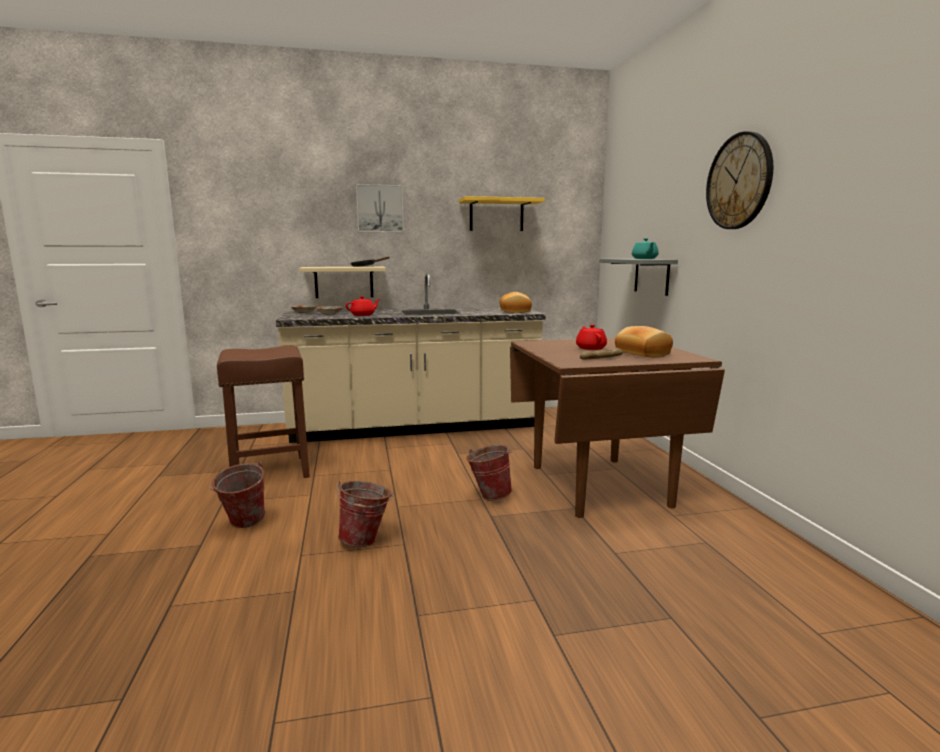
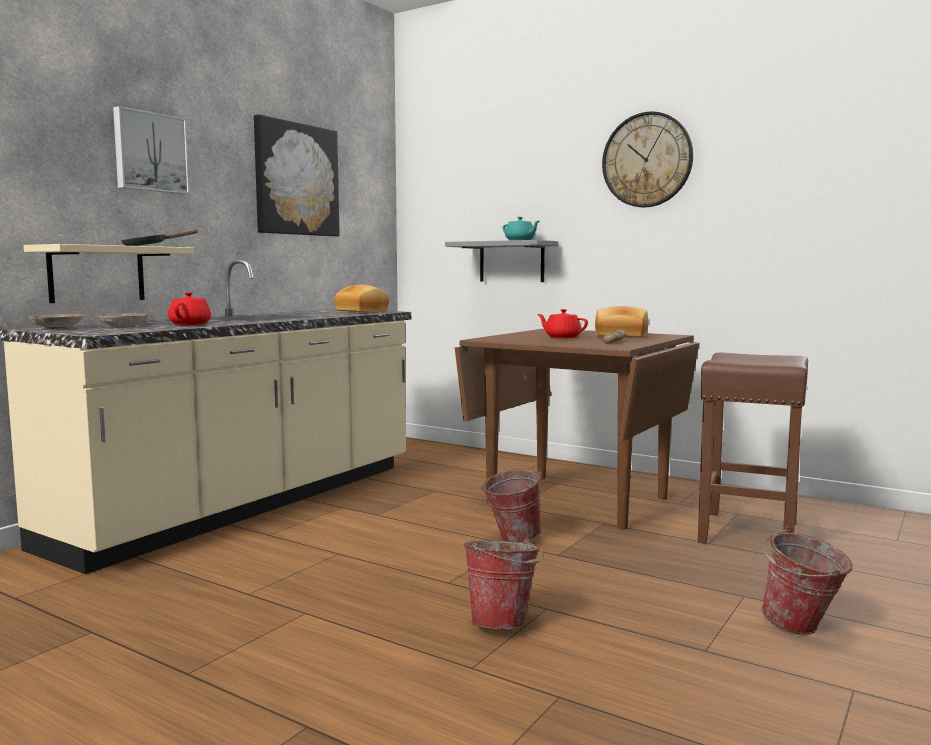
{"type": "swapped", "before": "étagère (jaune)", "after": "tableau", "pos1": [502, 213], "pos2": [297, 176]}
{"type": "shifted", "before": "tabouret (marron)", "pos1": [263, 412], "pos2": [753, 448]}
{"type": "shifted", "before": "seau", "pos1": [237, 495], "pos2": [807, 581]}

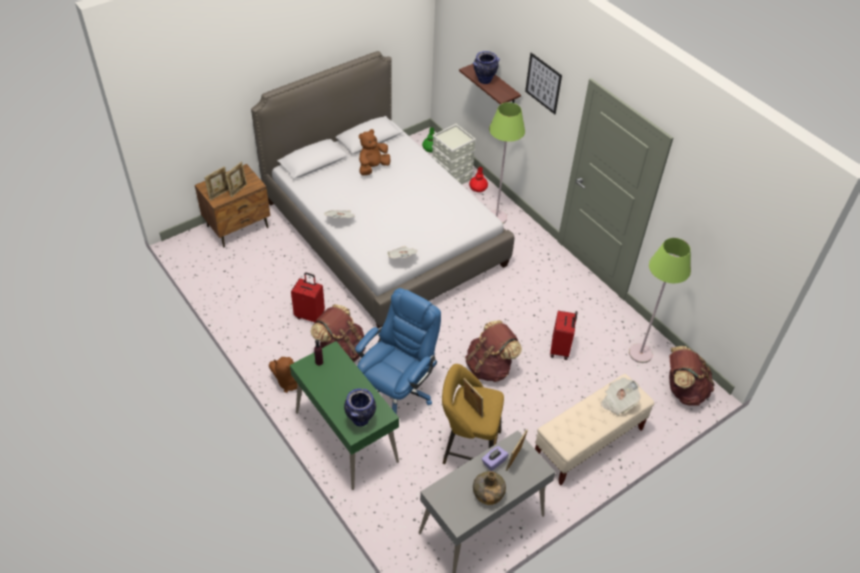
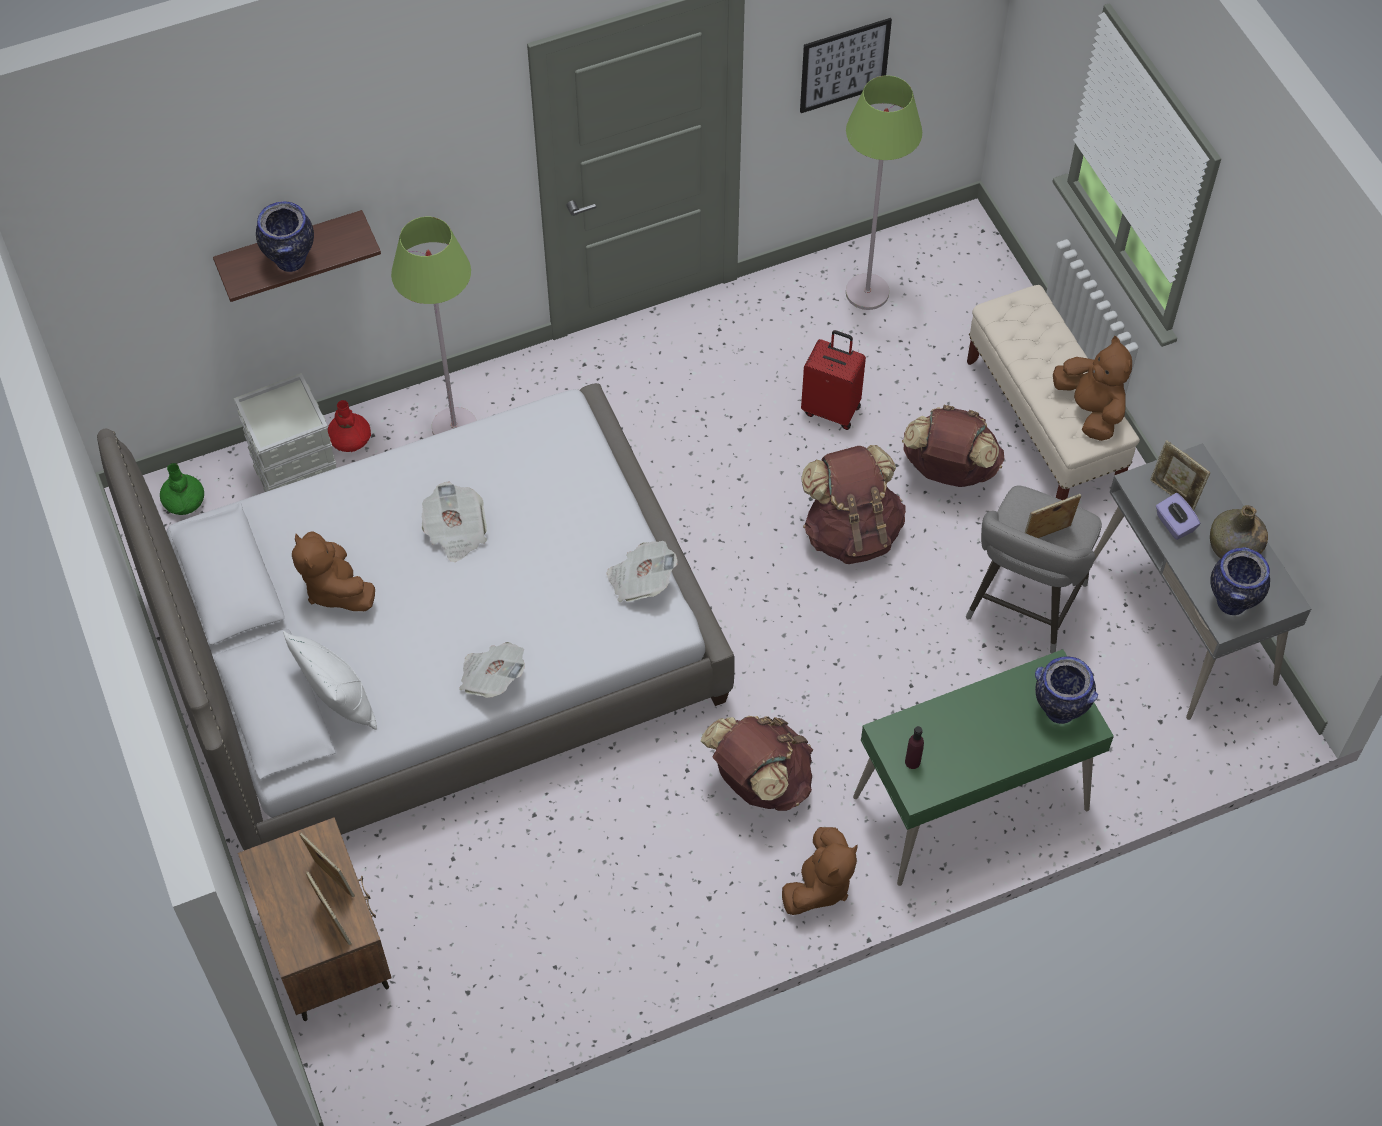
{"type": "new", "after": "coussin (blanc)", "pos2": [330, 680]}
{"type": "shifted", "before": "journal", "pos1": [620, 397], "pos2": [454, 522]}
{"type": "shifted", "before": "tableau", "pos1": [543, 83], "pos2": [846, 65]}
{"type": "shifted", "before": "sac à dos (marron)", "pos1": [691, 376], "pos2": [953, 446]}
{"type": "repainted", "before": "tabouret (jaune)", "after": "tabouret (gris)", "pos1": [473, 414], "pos2": [1034, 569]}
{"type": "new", "after": "peluche (marron)", "pos2": [1092, 388]}
{"type": "new", "after": "vase", "pos2": [1240, 581]}
{"type": "gone", "before": "valise (rouge)", "pos1": [308, 297]}
{"type": "gone", "before": "chaise de bureau (bleu)", "pos1": [398, 351]}

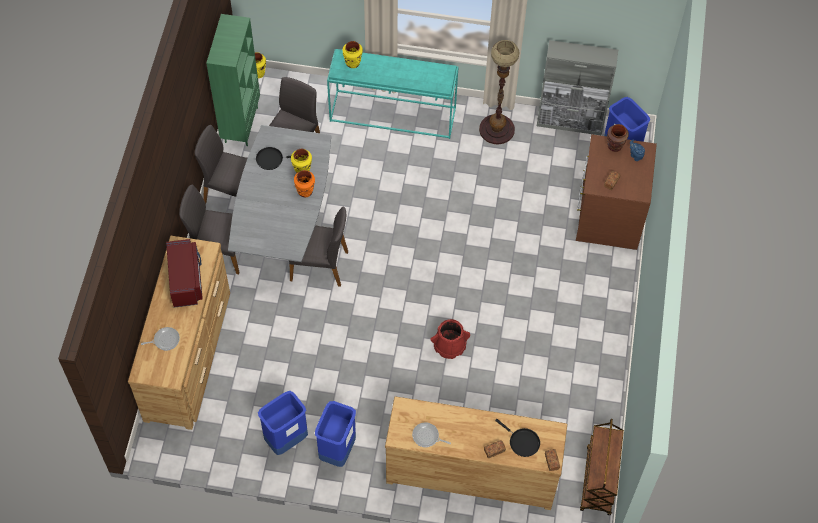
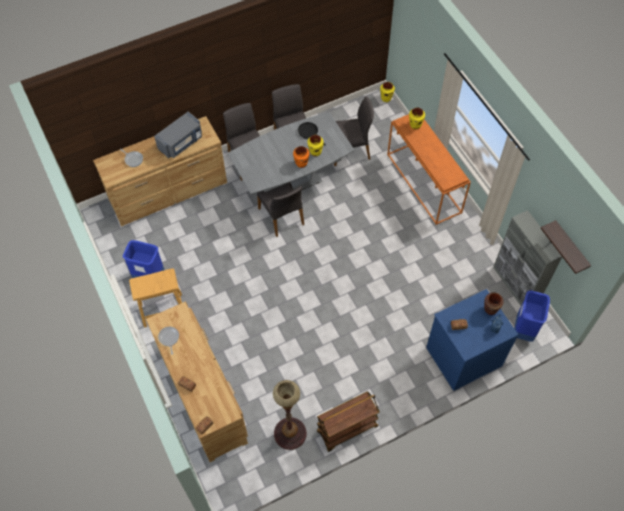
{"type": "swapped", "before": "poubelle (bleu)", "after": "tabouret (beige)", "pos1": [335, 434], "pos2": [155, 298]}
{"type": "repainted", "before": "micro-ondes (rouge)", "after": "micro-ondes (gris)", "pos1": [184, 273], "pos2": [178, 134]}
{"type": "shifted", "before": "lampadaire", "pos1": [499, 92], "pos2": [290, 415]}
{"type": "shifted", "before": "chariot (marron)", "pos1": [602, 467], "pos2": [347, 422]}
{"type": "repainted", "before": "table console (turquoise)", "after": "table console (orange)", "pos1": [392, 94], "pos2": [429, 169]}
{"type": "repainted", "before": "commode (marron)", "after": "commode (bleu)", "pos1": [616, 192], "pos2": [472, 340]}
{"type": "new", "after": "étagère", "pos2": [566, 247]}
{"type": "gone", "before": "bibliothèque (vert)", "pos1": [233, 80]}
{"type": "gone", "before": "seau (rouge)", "pos1": [450, 339]}
{"type": "gone", "before": "poêle (noir)", "pos1": [517, 438]}

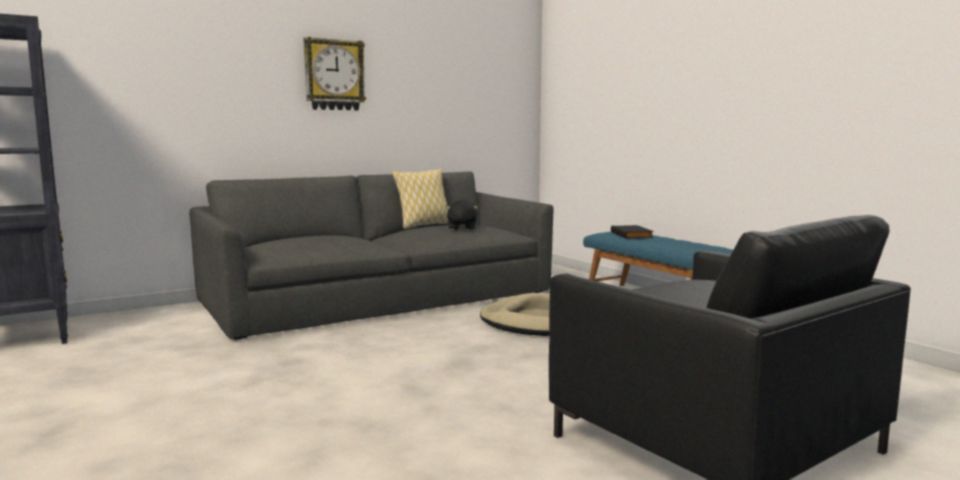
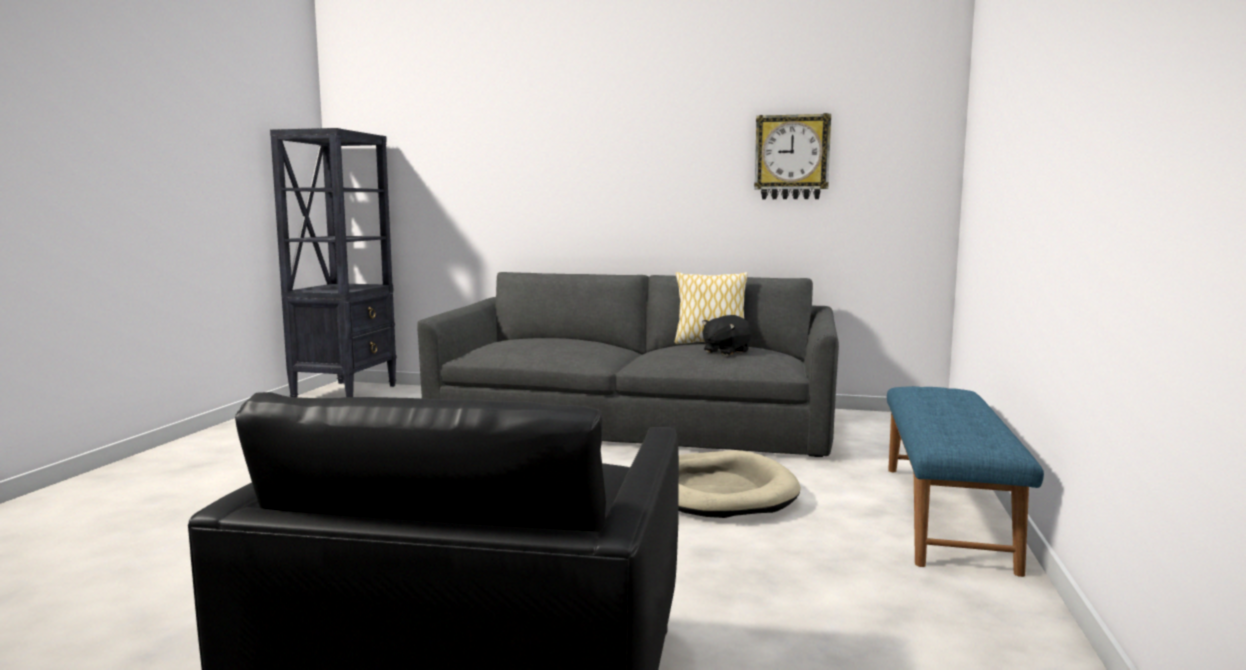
{"type": "shifted", "before": "horloge murale", "pos1": [334, 73], "pos2": [792, 156]}
{"type": "gone", "before": "livre (noir)", "pos1": [632, 232]}

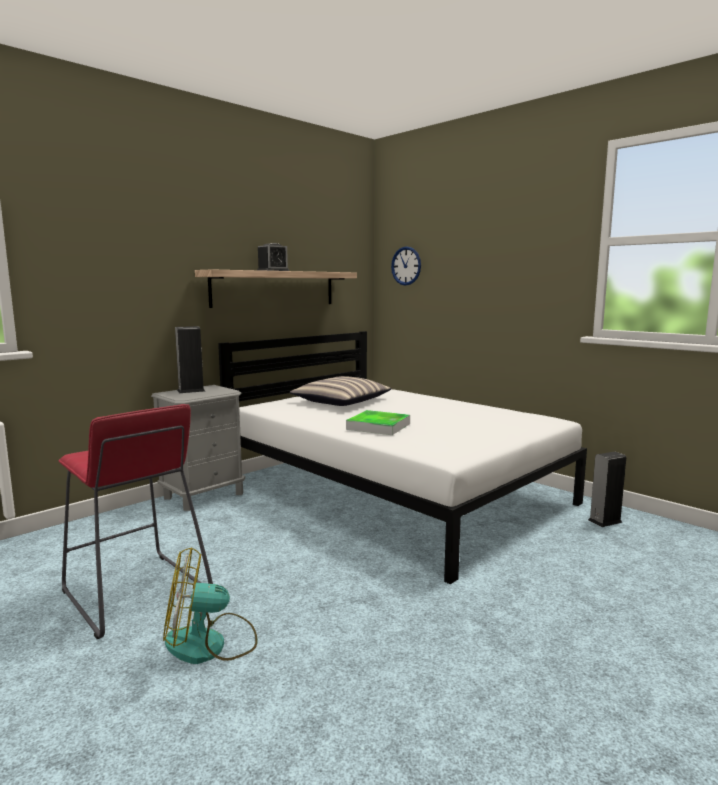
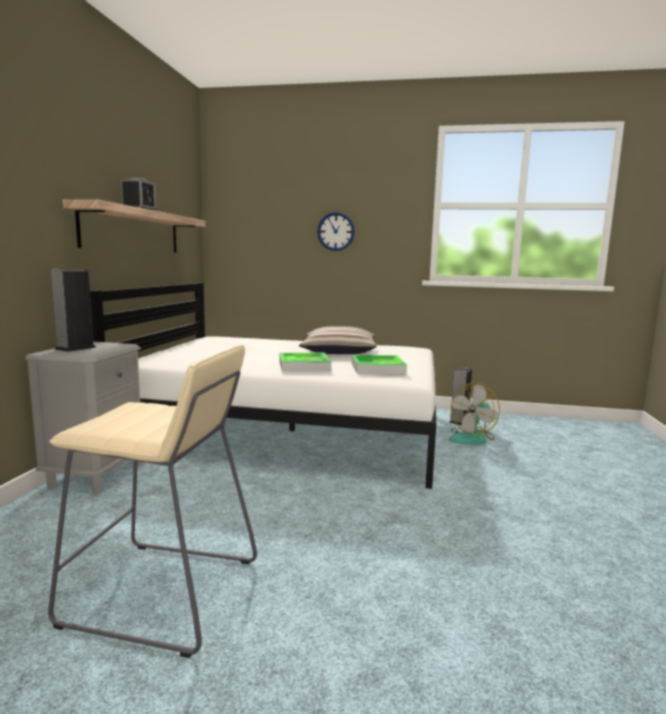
{"type": "repainted", "before": "tabouret (rouge)", "after": "tabouret (beige)", "pos1": [135, 521], "pos2": [152, 501]}
{"type": "shifted", "before": "coussin", "pos1": [341, 391], "pos2": [338, 340]}
{"type": "shifted", "before": "horloge murale", "pos1": [406, 266], "pos2": [336, 231]}
{"type": "new", "after": "plateau", "pos2": [379, 364]}
{"type": "shifted", "before": "ventilateur", "pos1": [210, 605], "pos2": [474, 414]}

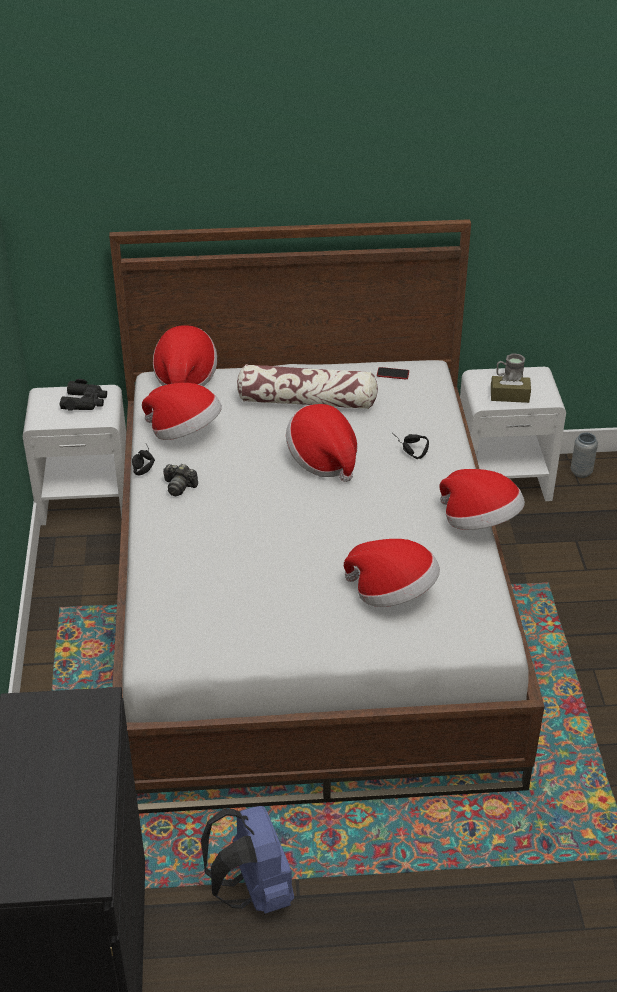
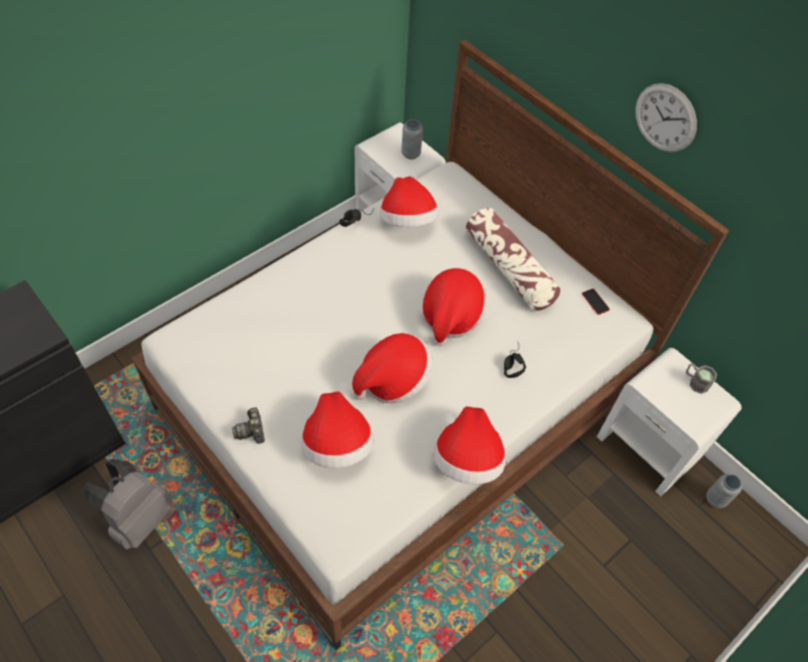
{"type": "repainted", "before": "sac à dos (bleu)", "after": "sac à dos (gris)", "pos1": [247, 860], "pos2": [128, 504]}
{"type": "shifted", "before": "appareil photo", "pos1": [180, 480], "pos2": [248, 425]}
{"type": "shifted", "before": "chapeau", "pos1": [185, 355], "pos2": [392, 368]}
{"type": "swapped", "before": "jumelles (noir)", "after": "vase (gris)", "pos1": [83, 394], "pos2": [412, 139]}
{"type": "new", "after": "horloge murale", "pos2": [666, 117]}
{"type": "gone", "before": "boîte à mouchoirs (marron)", "pos1": [511, 386]}

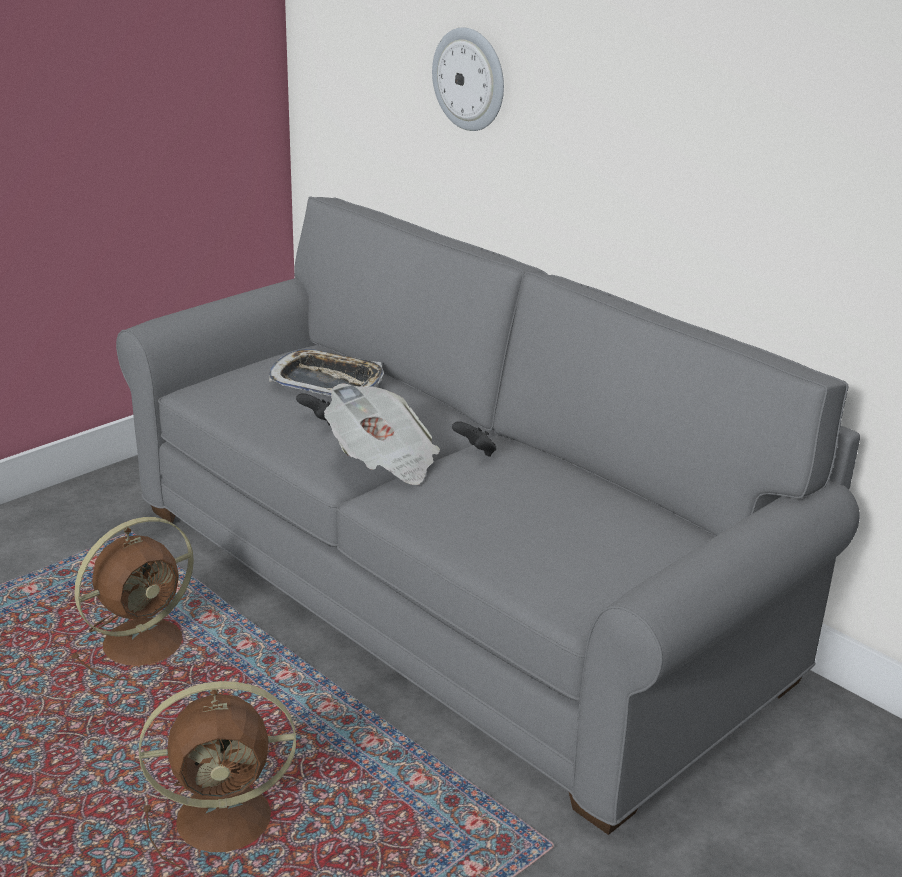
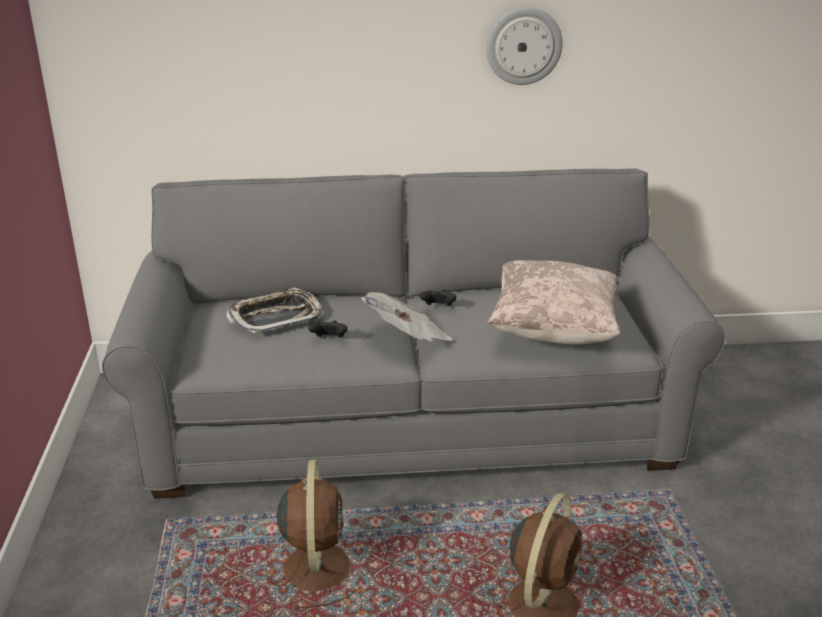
{"type": "shifted", "before": "horloge murale", "pos1": [468, 79], "pos2": [525, 46]}
{"type": "new", "after": "coussin (beige)", "pos2": [554, 302]}

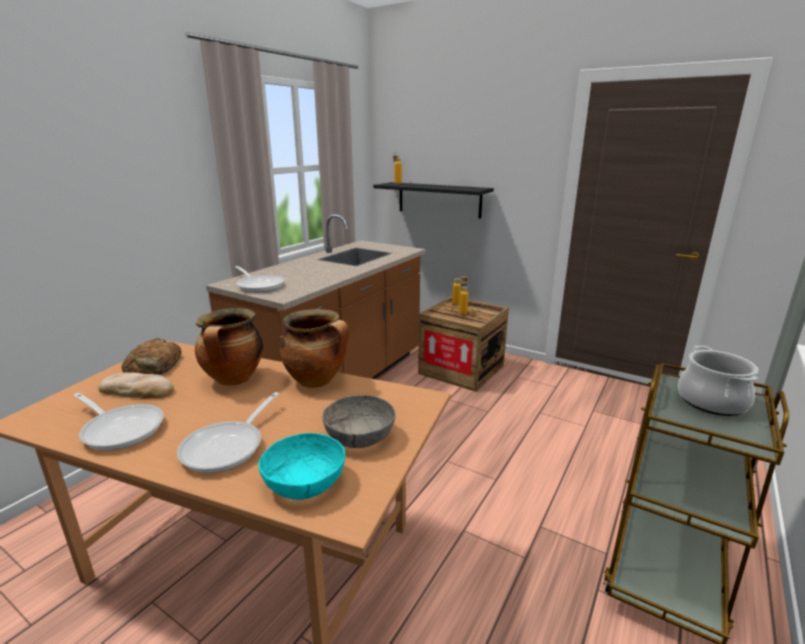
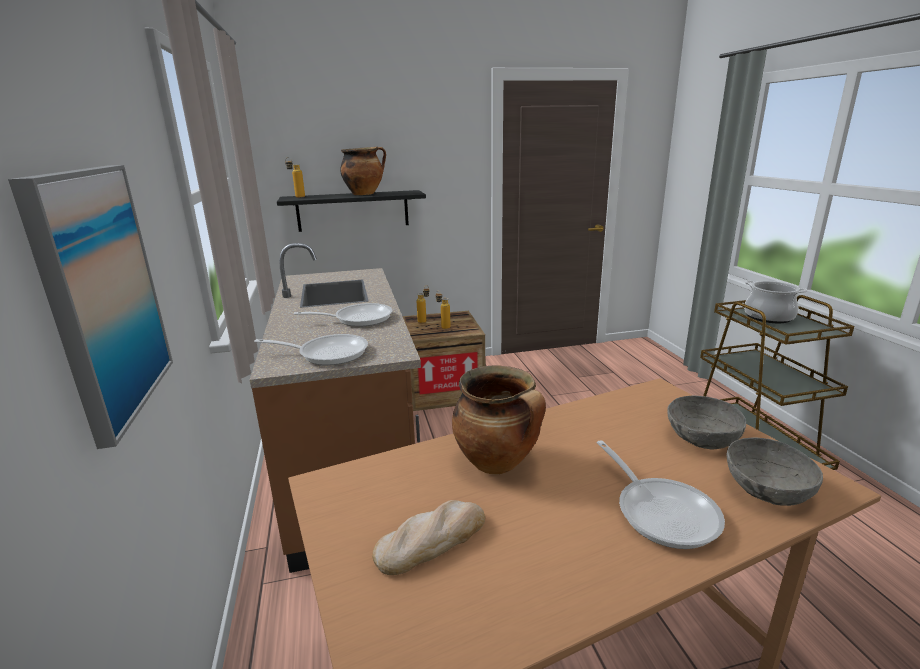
{"type": "new", "after": "tableau", "pos2": [90, 307]}
{"type": "shifted", "before": "poêle", "pos1": [118, 422], "pos2": [343, 315]}
{"type": "shifted", "before": "marmite", "pos1": [314, 348], "pos2": [363, 170]}
{"type": "repainted", "before": "bol (turquoise)", "after": "bol (gris)", "pos1": [302, 466], "pos2": [775, 471]}
{"type": "gone", "before": "pain", "pos1": [151, 356]}

